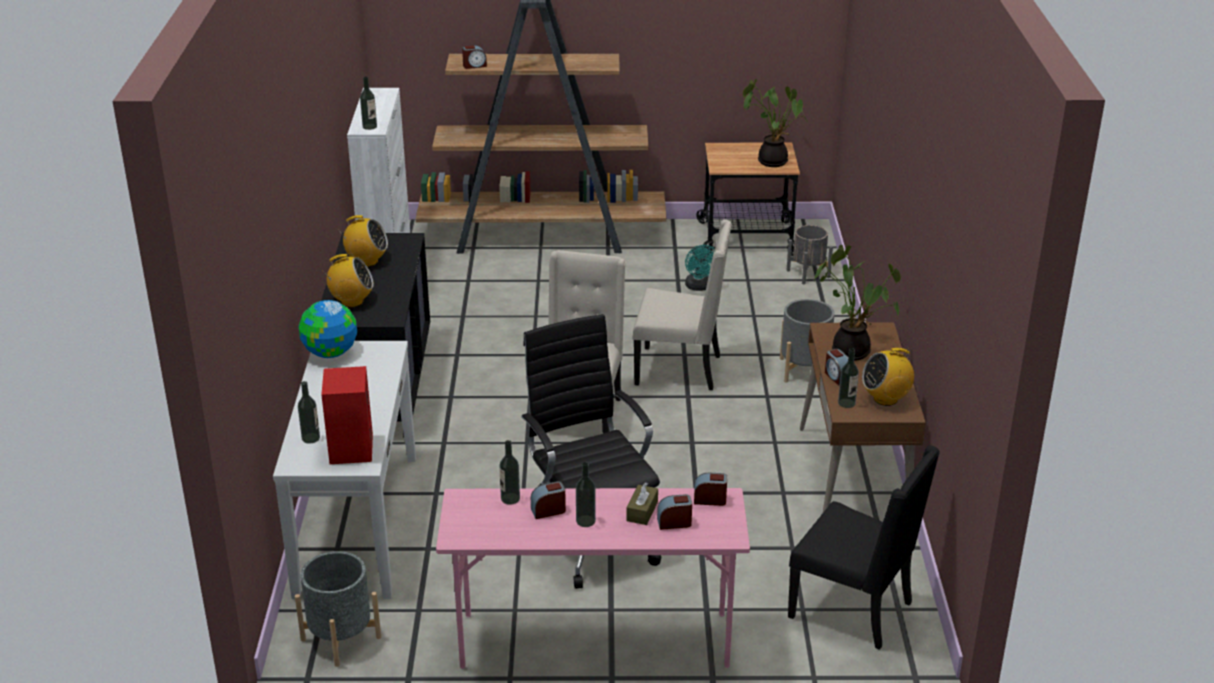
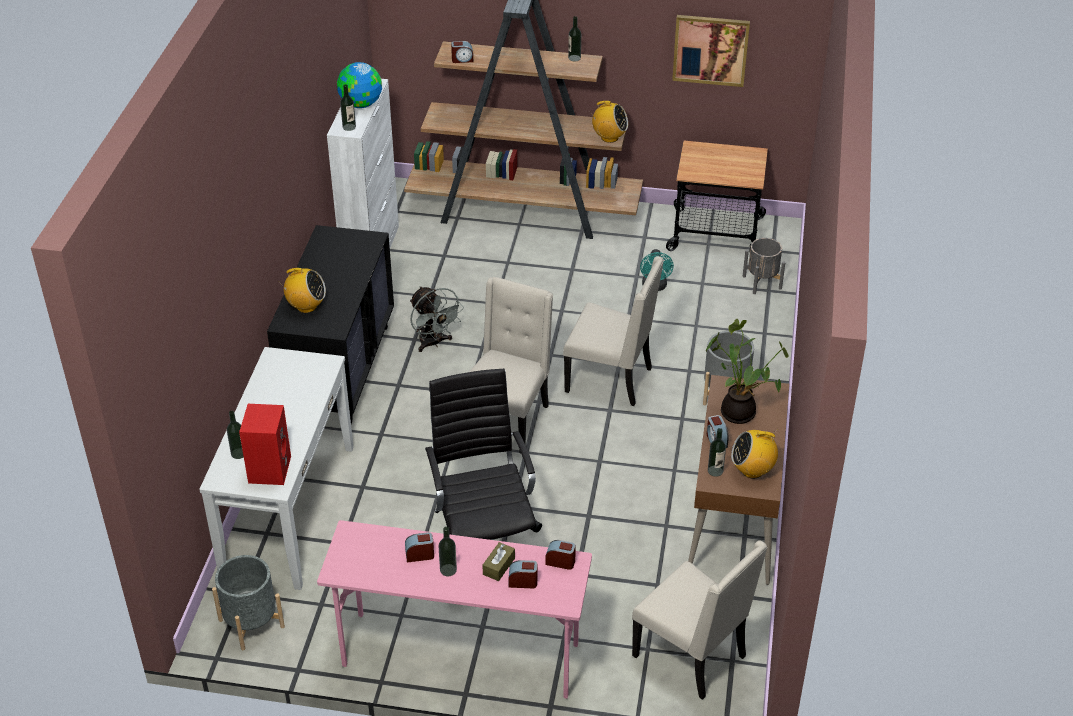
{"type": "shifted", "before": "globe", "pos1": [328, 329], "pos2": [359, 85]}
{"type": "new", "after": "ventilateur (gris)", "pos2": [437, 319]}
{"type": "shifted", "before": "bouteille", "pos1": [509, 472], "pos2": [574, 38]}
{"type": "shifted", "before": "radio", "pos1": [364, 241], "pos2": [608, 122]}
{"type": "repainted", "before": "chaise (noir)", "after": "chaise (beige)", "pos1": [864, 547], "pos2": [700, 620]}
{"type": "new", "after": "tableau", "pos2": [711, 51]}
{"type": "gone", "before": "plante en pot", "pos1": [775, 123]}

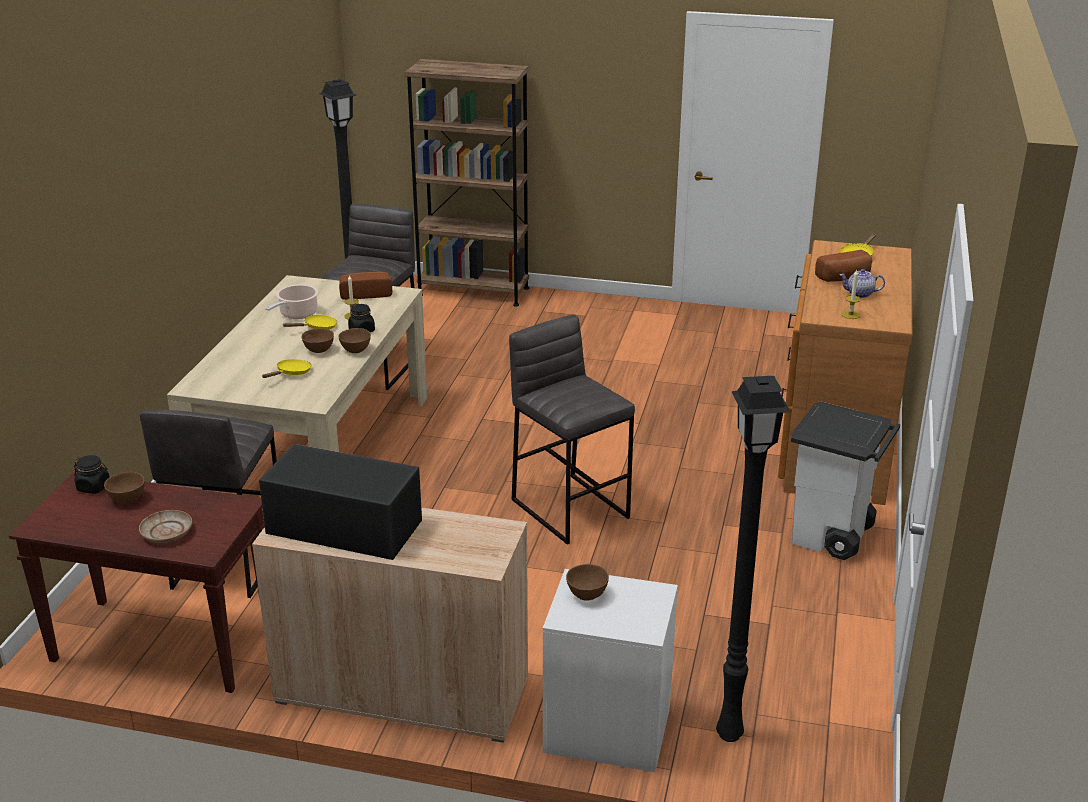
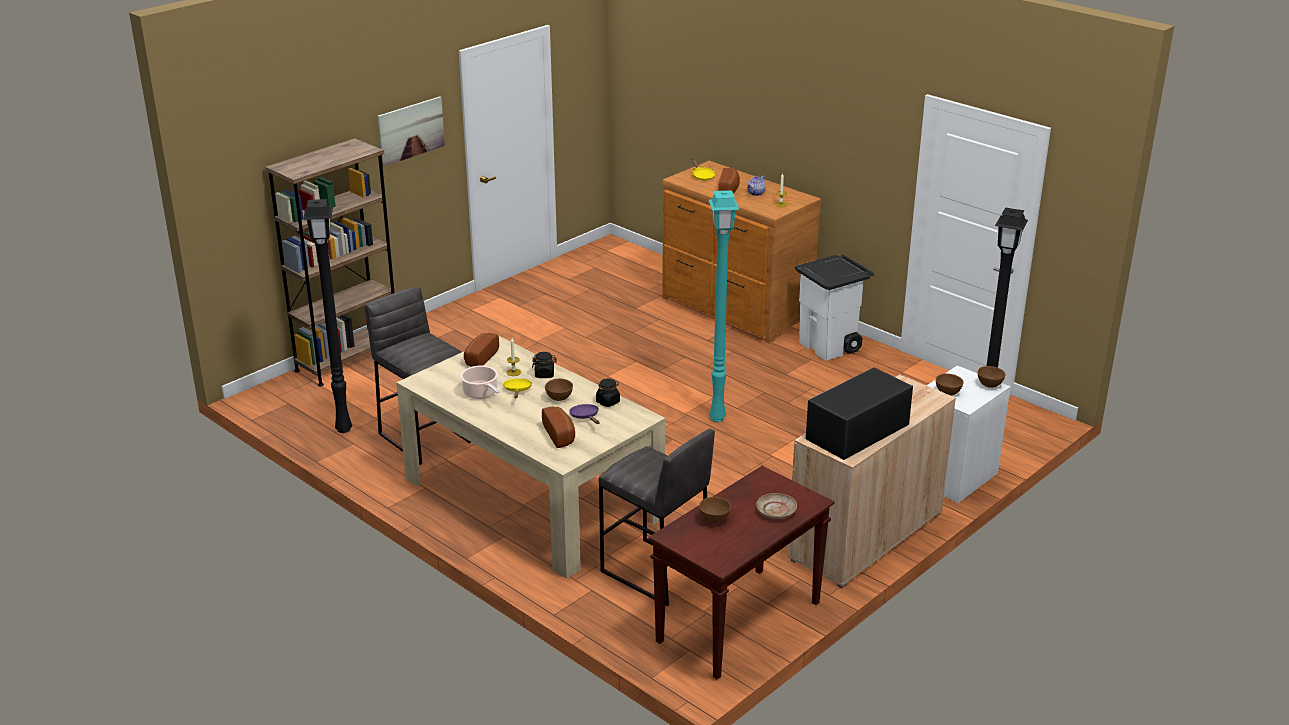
{"type": "new", "after": "tableau", "pos2": [411, 131]}
{"type": "new", "after": "pain", "pos2": [558, 427]}
{"type": "repainted", "before": "poêle (jaune)", "after": "poêle (violet)", "pos1": [287, 368], "pos2": [584, 414]}
{"type": "shifted", "before": "bocal (noir)", "pos1": [91, 474], "pos2": [608, 393]}
{"type": "swapped", "before": "tabouret (gris)", "after": "lampadaire (turquoise)", "pos1": [572, 430], "pos2": [724, 306]}
{"type": "shifted", "before": "bol (marron)", "pos1": [354, 340], "pos2": [991, 377]}

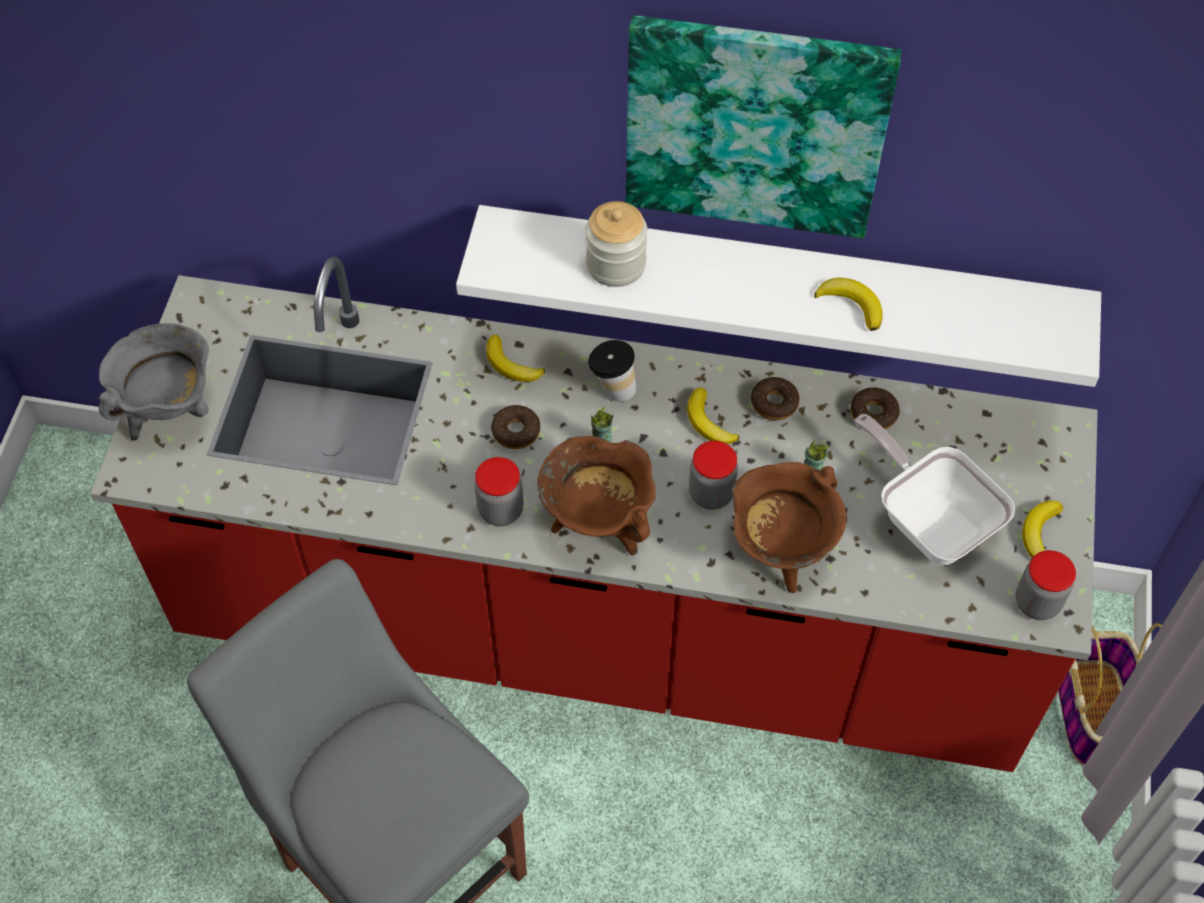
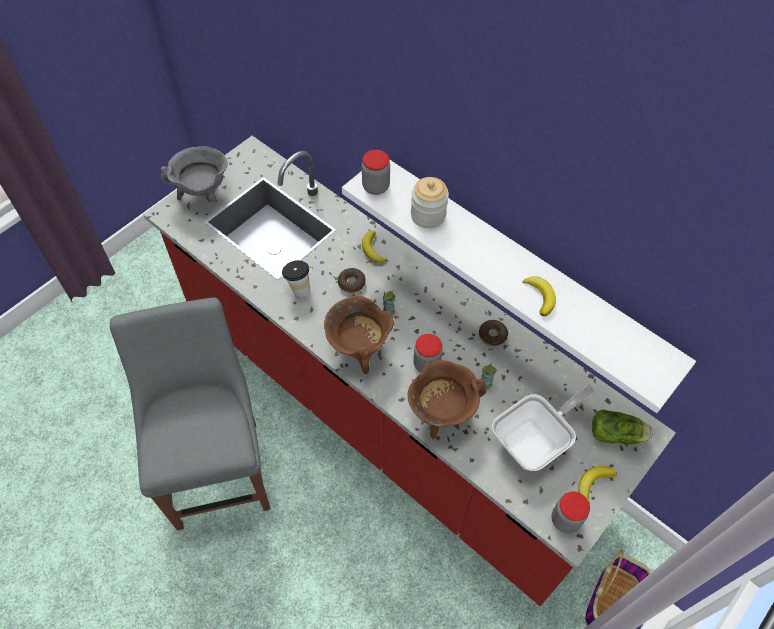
{"type": "shifted", "before": "tasse", "pos1": [612, 371], "pos2": [296, 279]}
{"type": "shifted", "before": "bocal", "pos1": [499, 491], "pos2": [376, 172]}
{"type": "rotated", "before": "poêle", "pos1": [935, 489], "pos2": [543, 428], "turn": 60}
{"type": "new", "after": "laitue", "pos2": [622, 427]}
{"type": "gone", "before": "tableau", "pos1": [763, 126]}
{"type": "gone", "before": "banane", "pos1": [713, 415]}
{"type": "gone", "before": "beignet", "pos1": [875, 408]}

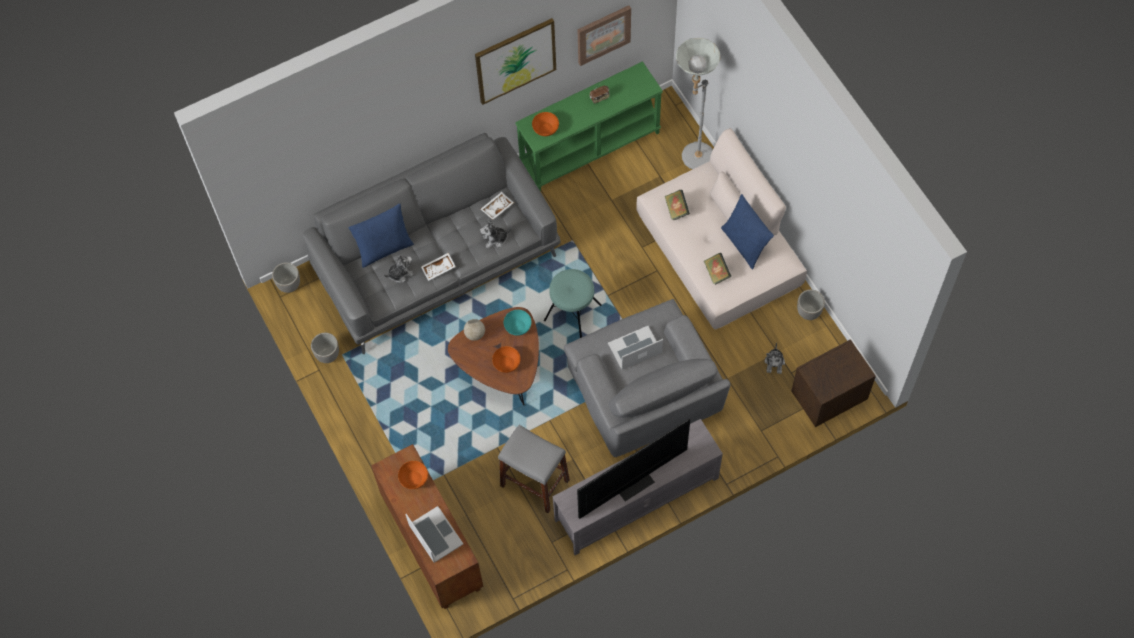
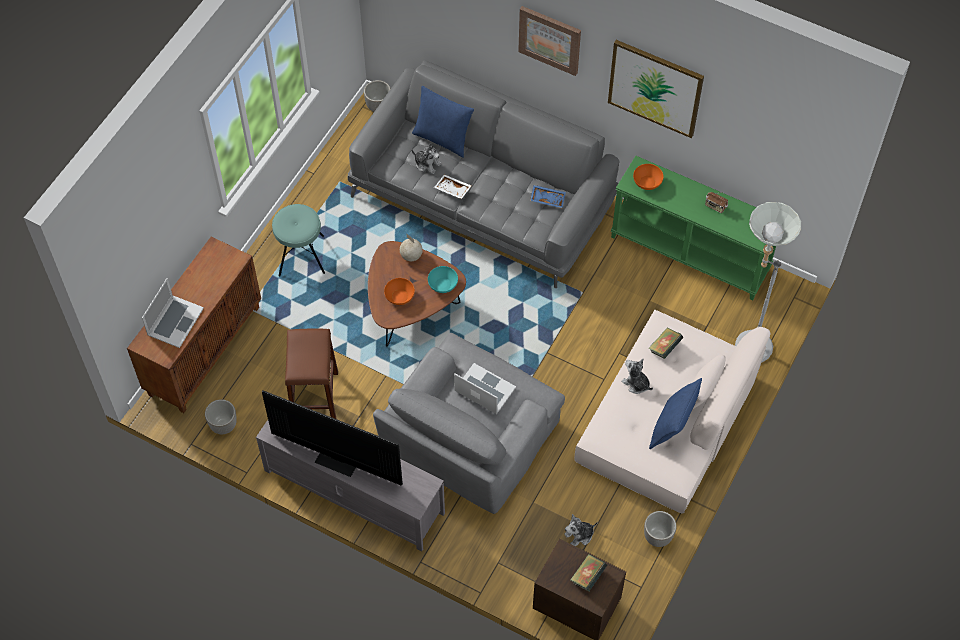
{"type": "shifted", "before": "cache-pot", "pos1": [325, 348], "pos2": [221, 416]}
{"type": "shifted", "before": "tabouret (turquoise)", "pos1": [573, 303], "pos2": [298, 240]}
{"type": "repainted", "before": "tabouret (gris)", "after": "tabouret (marron)", "pos1": [534, 469], "pos2": [311, 373]}
{"type": "shifted", "before": "tableau", "pos1": [604, 35], "pos2": [549, 41]}
{"type": "repainted", "before": "plateau (blanc)", "after": "plateau (bleu)", "pos1": [497, 206], "pos2": [548, 196]}
{"type": "shifted", "before": "livre", "pos1": [718, 269], "pos2": [589, 573]}
{"type": "shifted", "before": "peluche", "pos1": [495, 233], "pos2": [637, 376]}
{"type": "gone", "before": "bol (orange)", "pos1": [413, 475]}

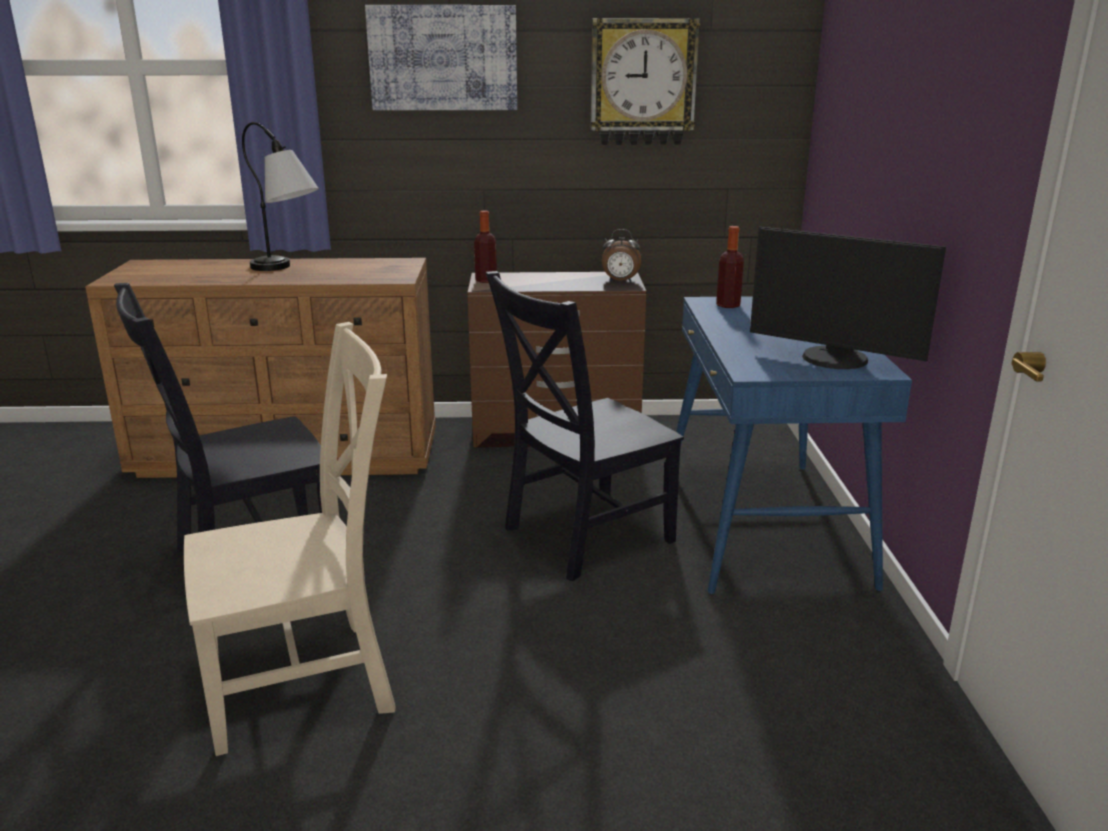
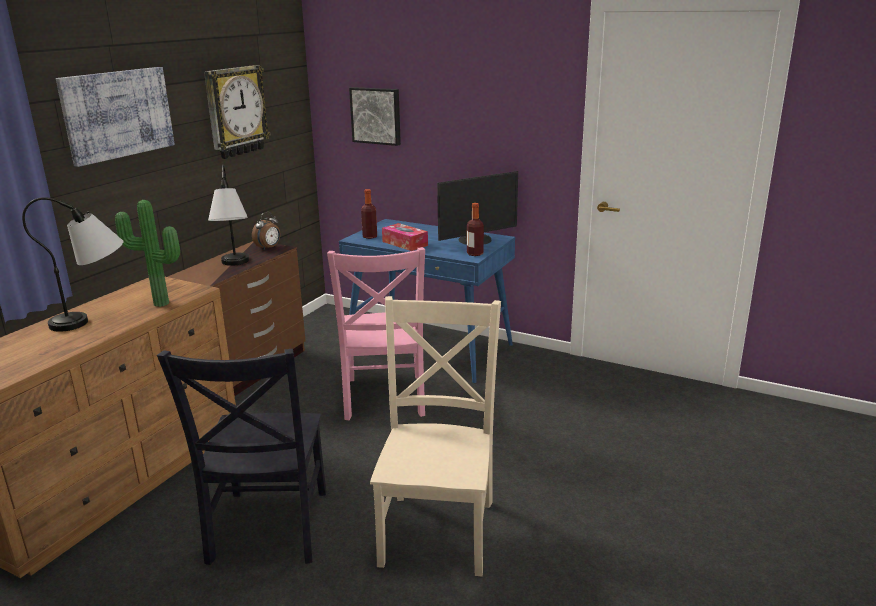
{"type": "new", "after": "plante en pot", "pos2": [147, 253]}
{"type": "new", "after": "lampe de table", "pos2": [228, 215]}
{"type": "repainted", "before": "chaise (noir)", "after": "chaise (rose)", "pos1": [585, 426], "pos2": [376, 333]}
{"type": "new", "after": "tableau", "pos2": [375, 116]}
{"type": "new", "after": "boîte à mouchoirs", "pos2": [405, 237]}
{"type": "shifted", "before": "bouteille", "pos1": [485, 247], "pos2": [475, 229]}

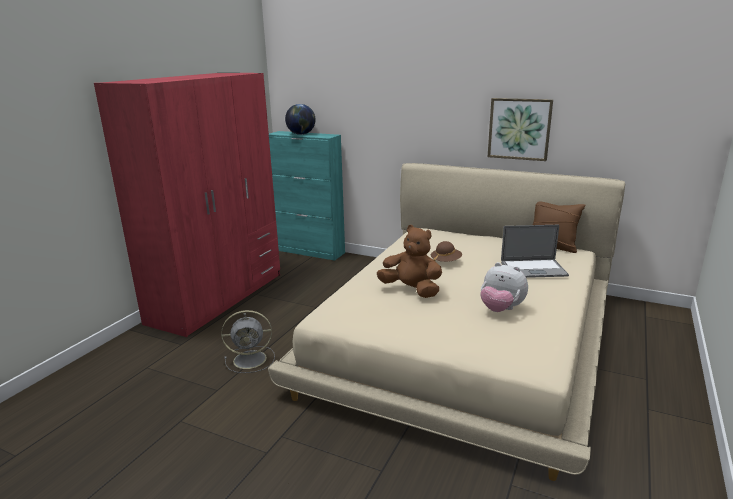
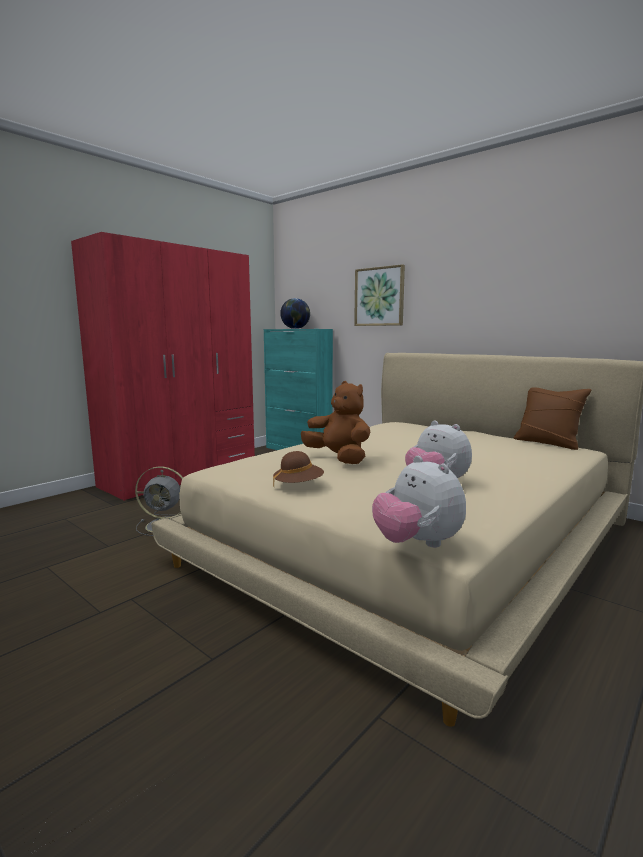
{"type": "shifted", "before": "chapeau (marron)", "pos1": [446, 251], "pos2": [298, 469]}
{"type": "shifted", "before": "tableau", "pos1": [520, 129], "pos2": [379, 295]}
{"type": "new", "after": "peluche", "pos2": [419, 502]}
{"type": "gone", "before": "ordinateur portable", "pos1": [535, 251]}

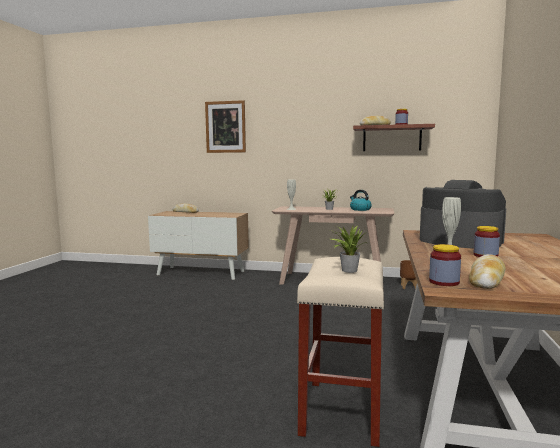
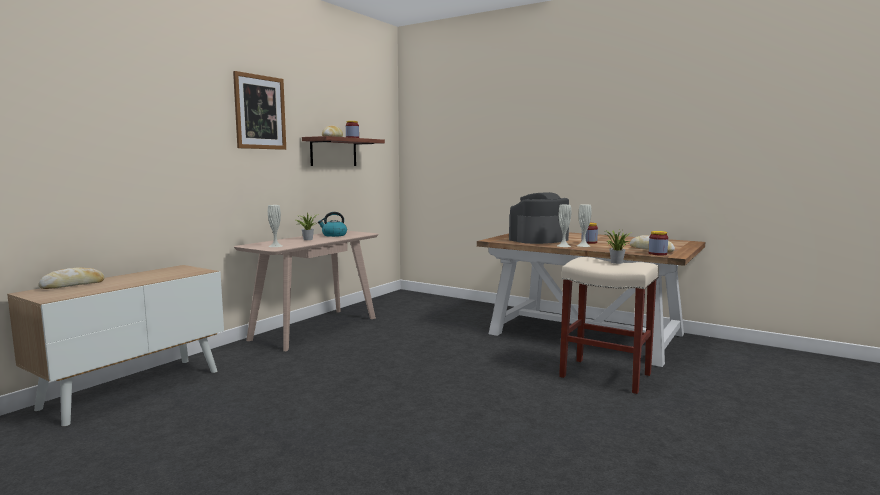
{"type": "shifted", "before": "tableau", "pos1": [225, 126], "pos2": [259, 110]}
{"type": "new", "after": "vase (blanc)", "pos2": [564, 226]}
{"type": "gone", "before": "cache-pot (marron)", "pos1": [408, 274]}

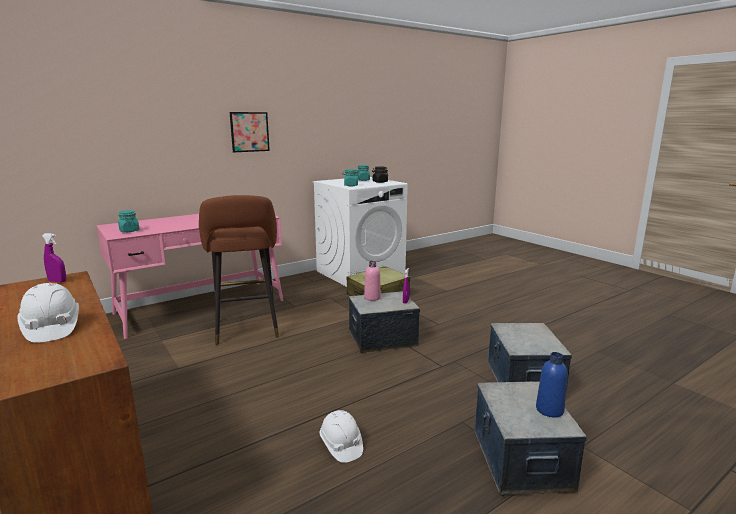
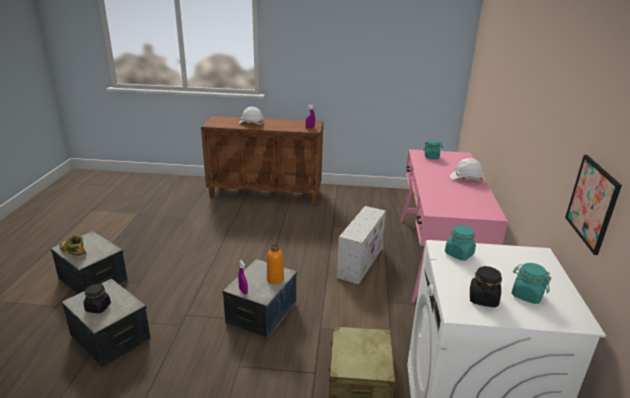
{"type": "swapped", "before": "bouteille (bleu)", "after": "botte", "pos1": [552, 385], "pos2": [73, 247]}
{"type": "new", "after": "bocal (noir)", "pos2": [97, 298]}
{"type": "repainted", "before": "bouteille (rose)", "after": "bouteille (orange)", "pos1": [372, 281], "pos2": [275, 264]}
{"type": "swapped", "before": "tabouret (marron)", "after": "boîte de rangement (blanc)", "pos1": [239, 270], "pos2": [361, 245]}
{"type": "shifted", "before": "casque de chantier (blanc)", "pos1": [341, 436], "pos2": [466, 170]}
{"type": "shifted", "before": "tableau", "pos1": [250, 132], "pos2": [593, 205]}

